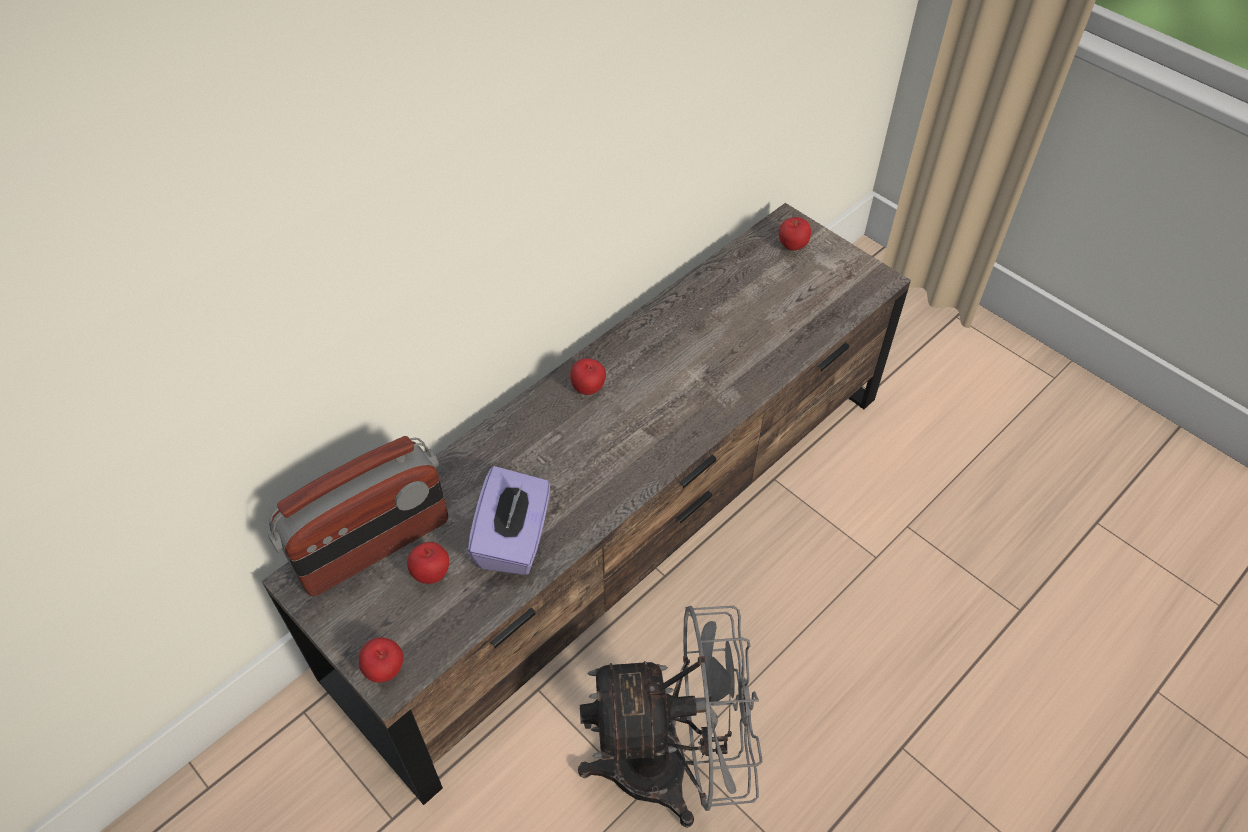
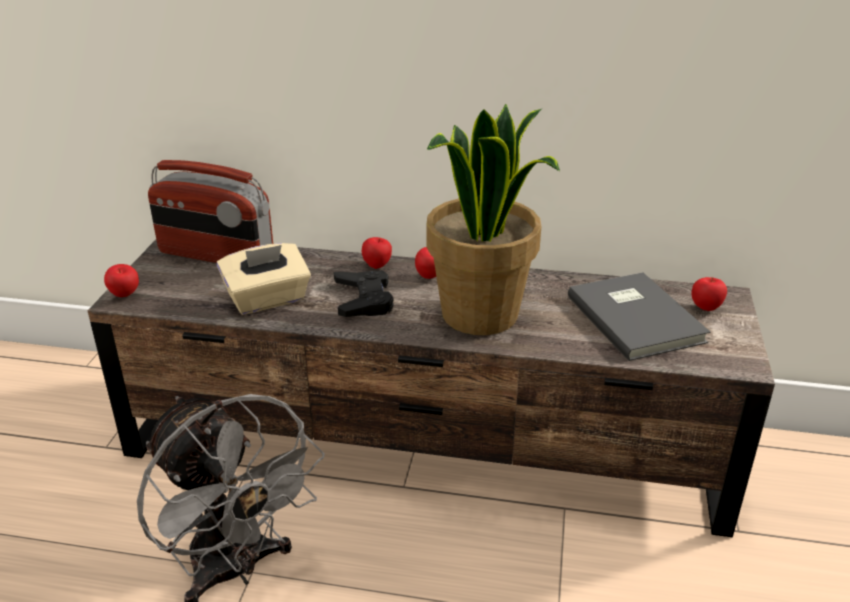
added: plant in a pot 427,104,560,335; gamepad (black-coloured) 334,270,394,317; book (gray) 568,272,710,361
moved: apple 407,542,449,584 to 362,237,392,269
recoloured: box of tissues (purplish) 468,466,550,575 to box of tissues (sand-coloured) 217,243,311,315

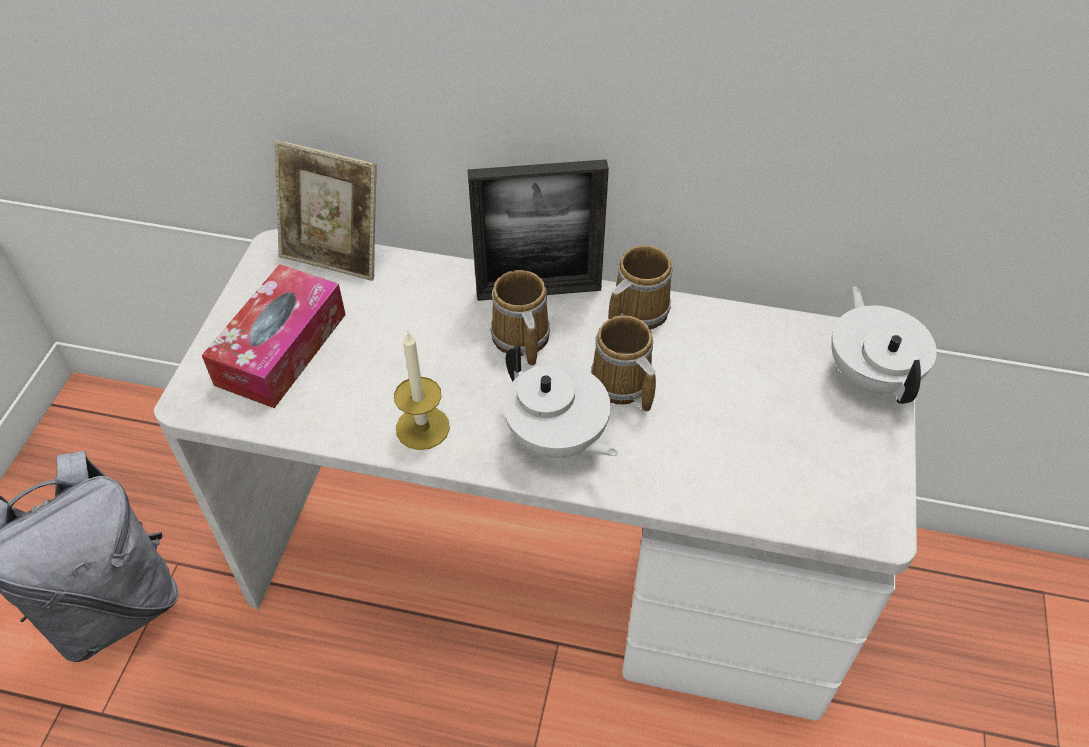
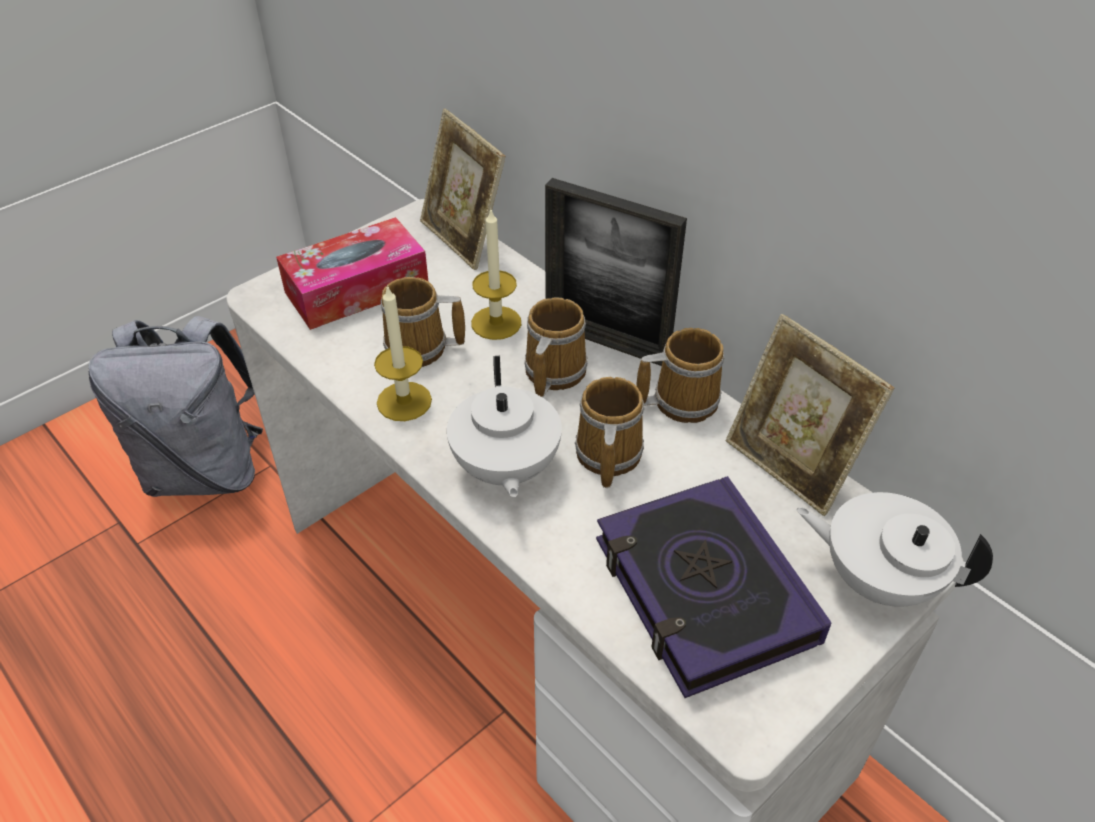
added: wax light 471,210,521,340; mug 380,277,465,367; picture frame 726,314,894,516; book 596,476,832,698
turned: teapot (white-coloured) 831,286,937,404 = 797,492,993,607 90 degrees counterclockwise

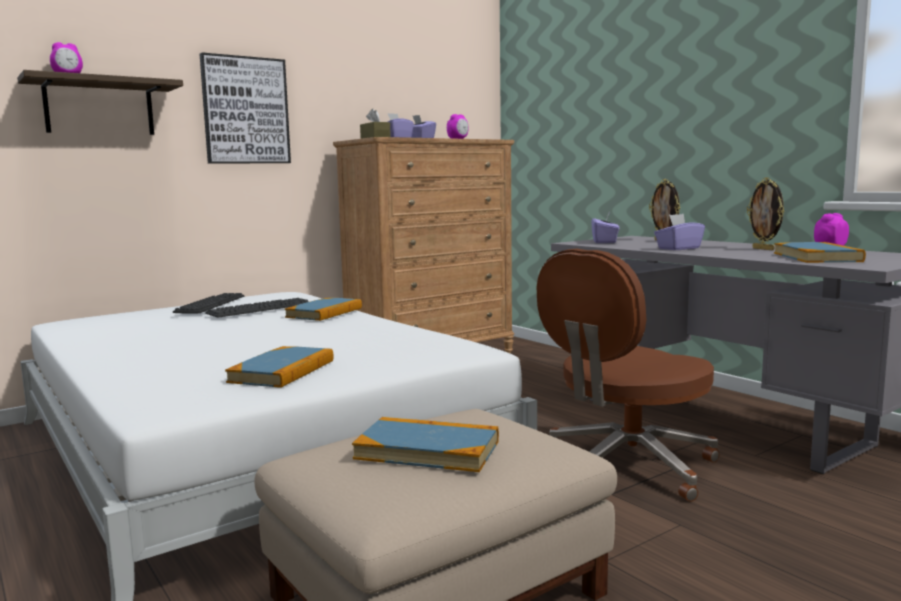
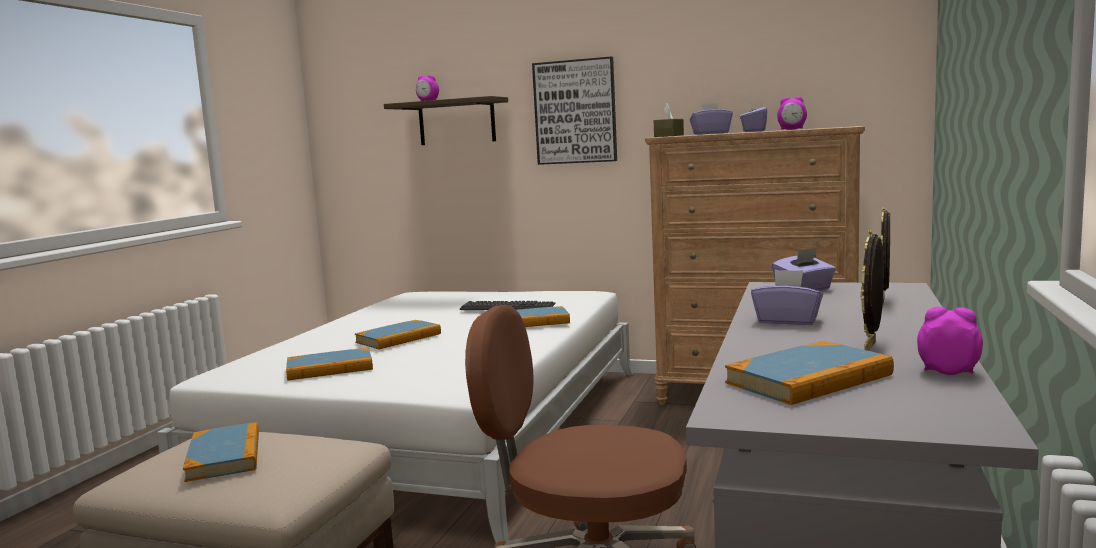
removed: PC keyboard 173,293,244,313
added: book 355,320,441,349

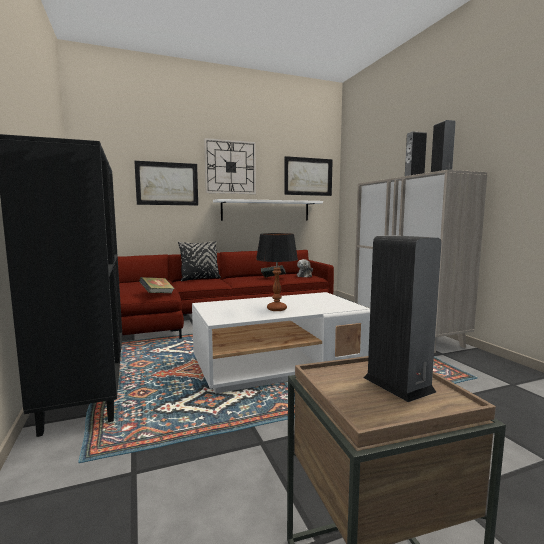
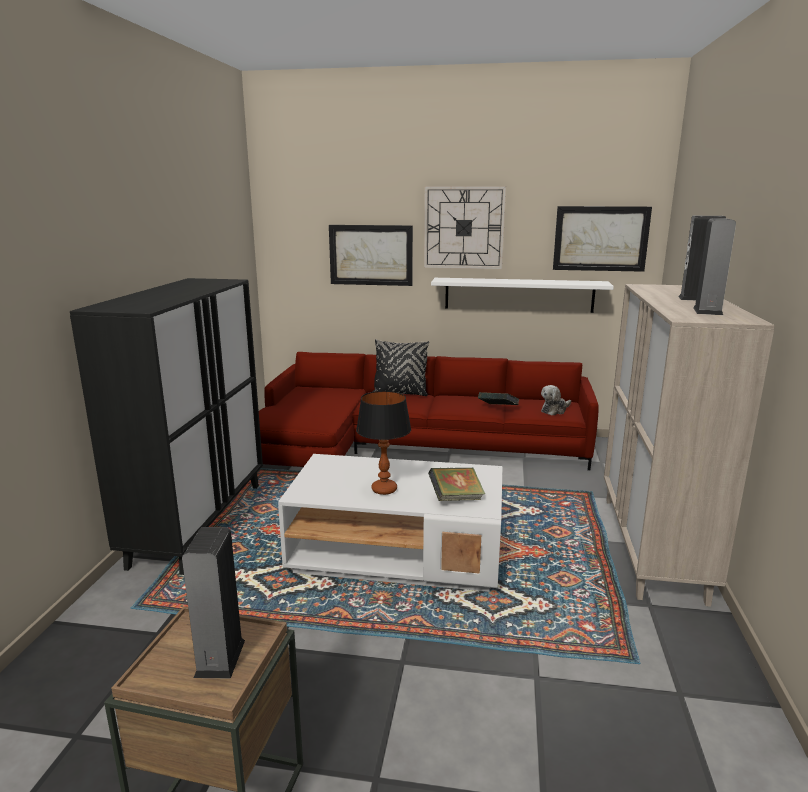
moved: book 139,277,175,293 to 428,467,485,501

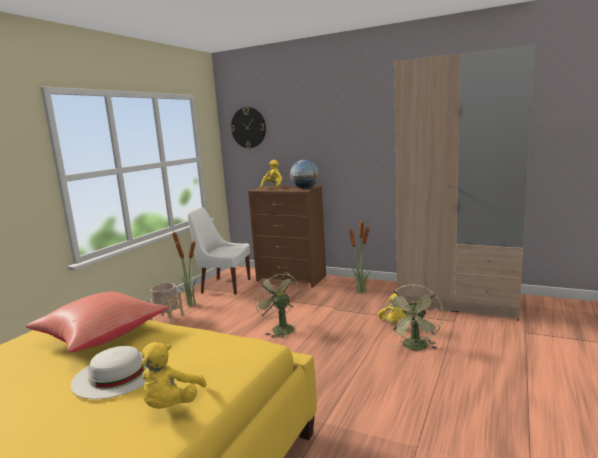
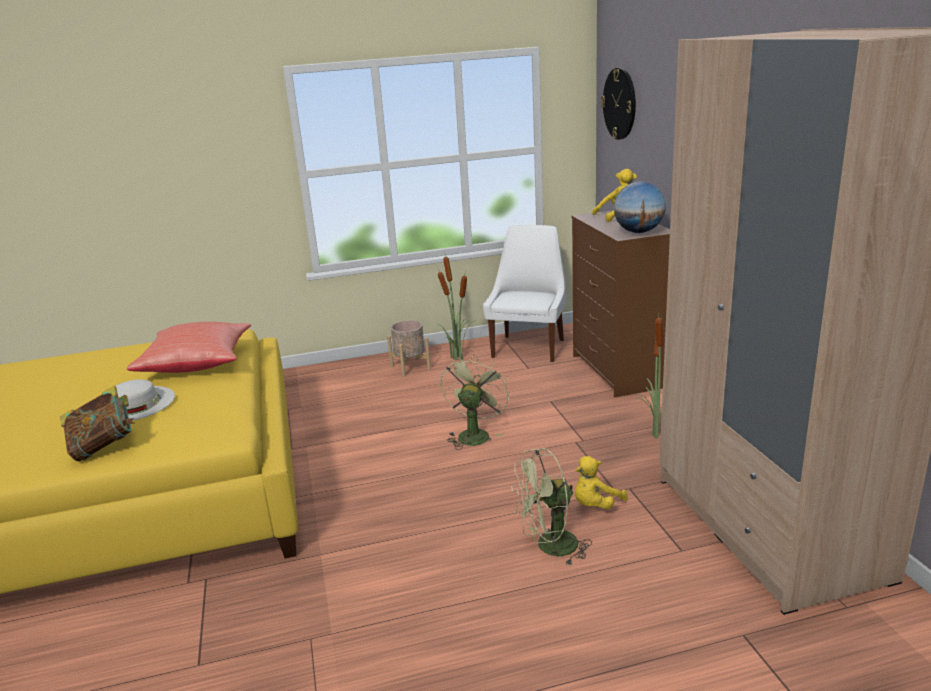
replaced: soft toy (yellowish) 141,342,207,409 to book 60,386,135,461
turned: plain chair (white-coloured) 188,207,251,295 = 483,225,566,362 45 degrees clockwise

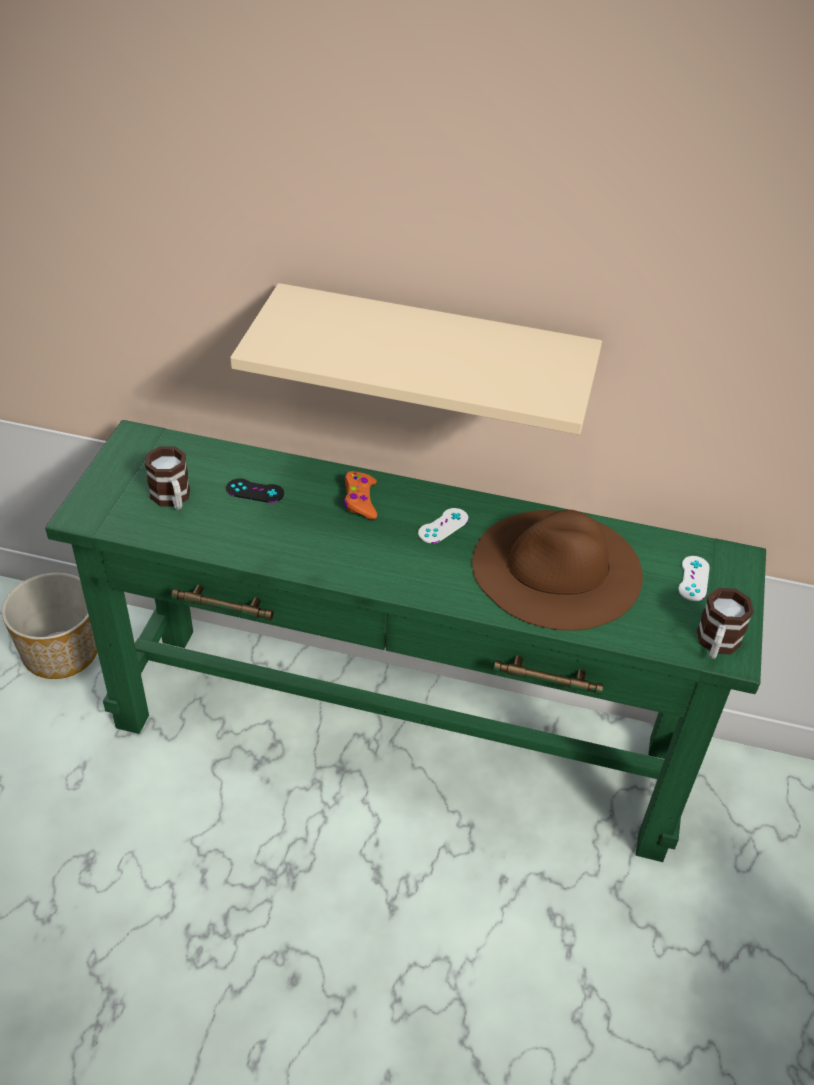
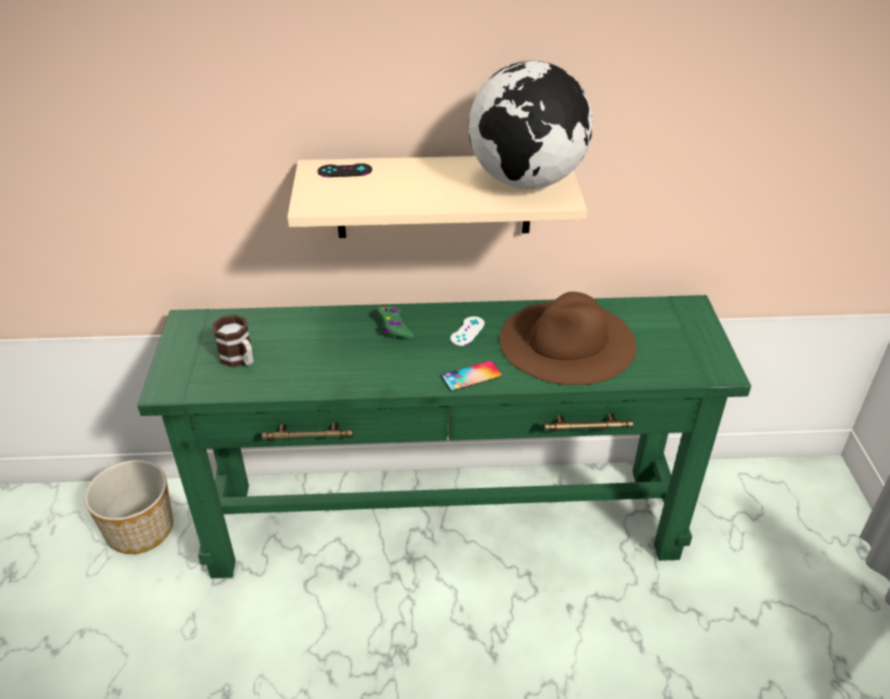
removed: gamepad (white-coloured) 678,556,710,601; mug 697,588,754,659
added: world globe 468,61,593,189; phone 441,360,502,392
moved: gamepad (black-coloured) 226,478,284,503 to 318,163,372,177
recoloured: gamepad (orange) 344,471,377,519 to gamepad (green) 377,306,414,339

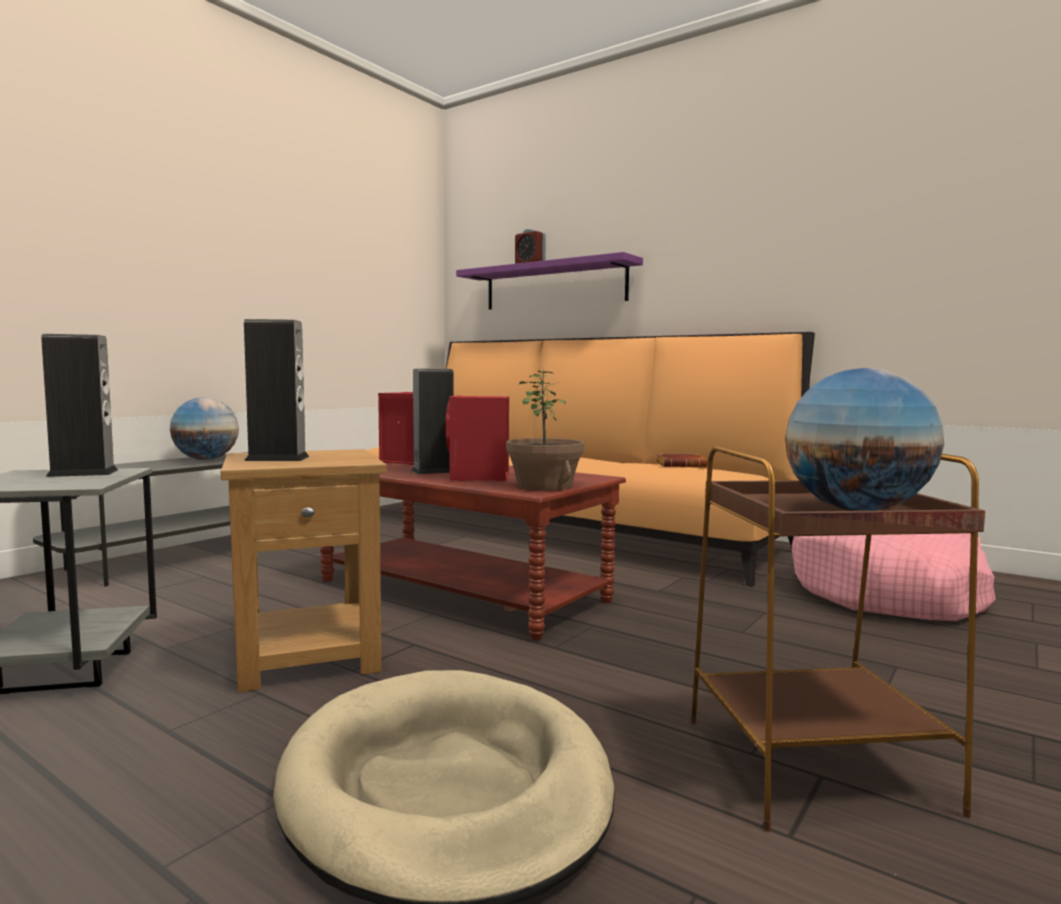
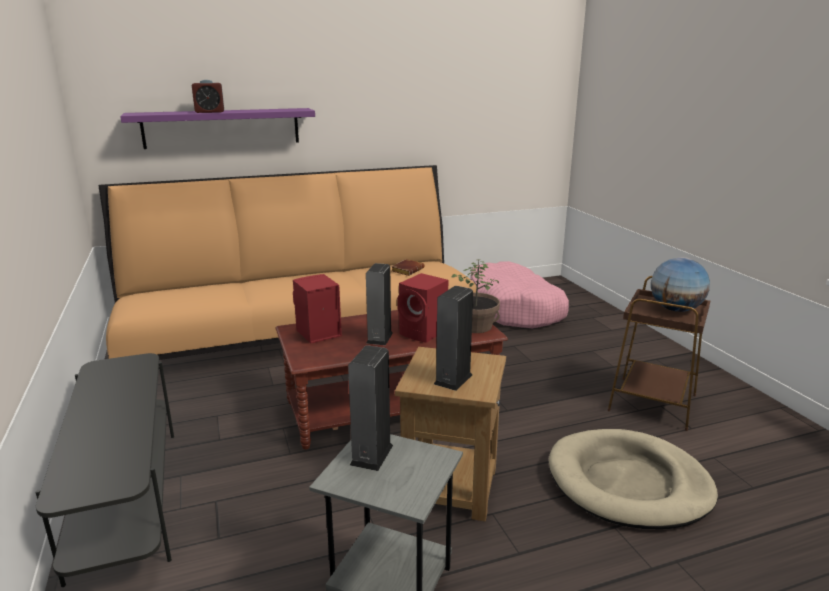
removed: world globe 170,397,239,460

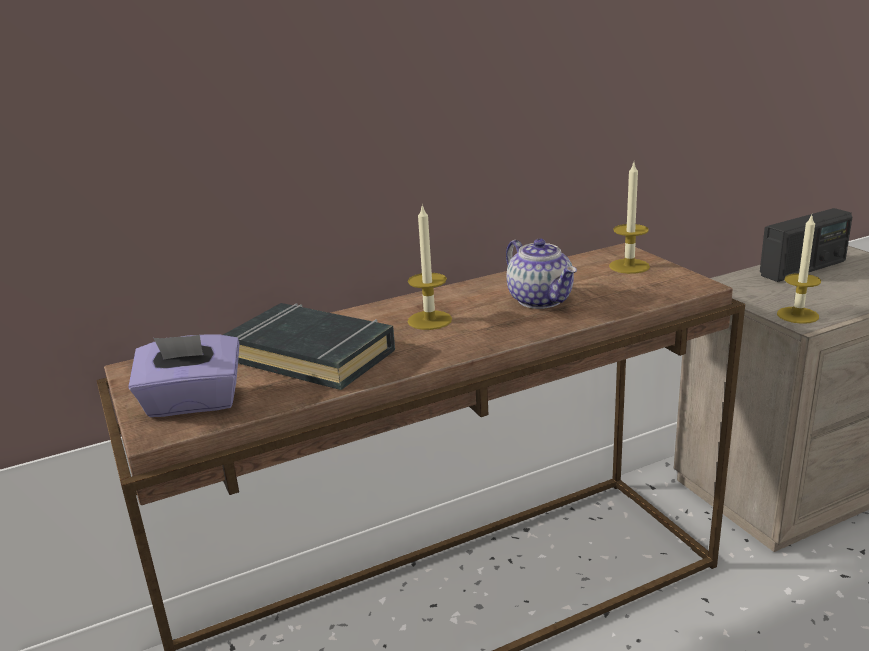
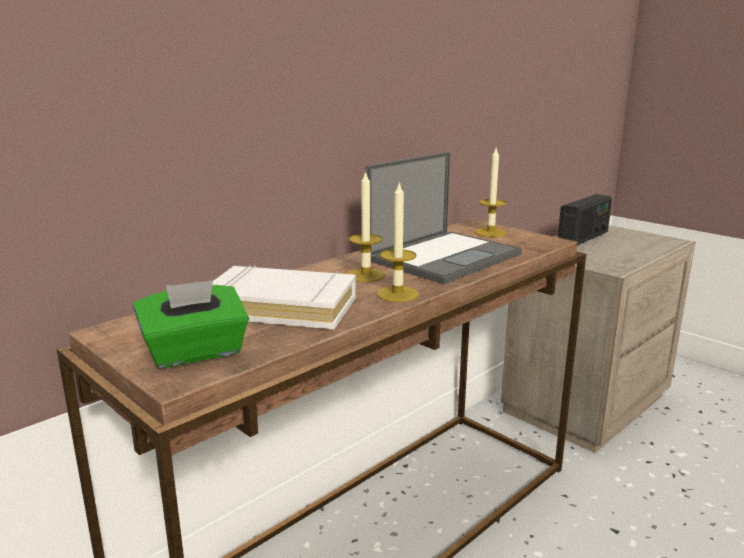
moved: wax light 777,215,821,324 to 377,181,419,302
replaced: teapot 506,239,577,309 to notebook computer 366,152,522,284
recoloured: book (black-coloured) 223,303,395,390 to book (white-coloured) 213,265,356,329; box of tissues (purplish) 129,335,240,417 to box of tissues (green) 133,280,249,368

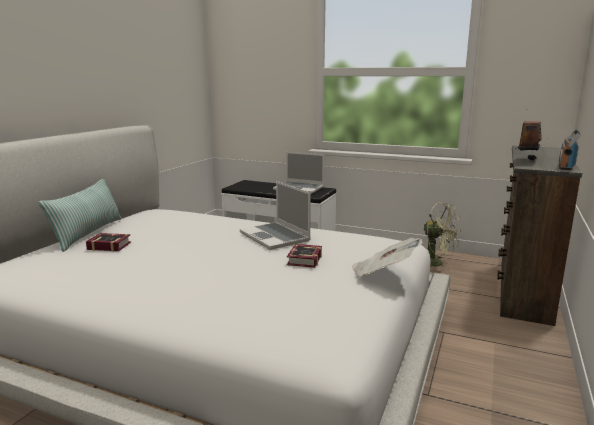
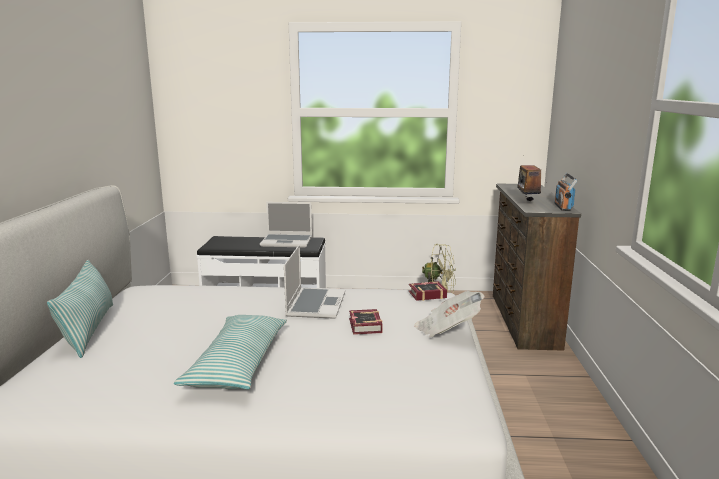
added: cushion 174,315,287,389
moved: book 86,233,131,252 to 409,281,447,301
turned: notebook computer 240,181,311,250 = 284,245,345,319 120 degrees counterclockwise

